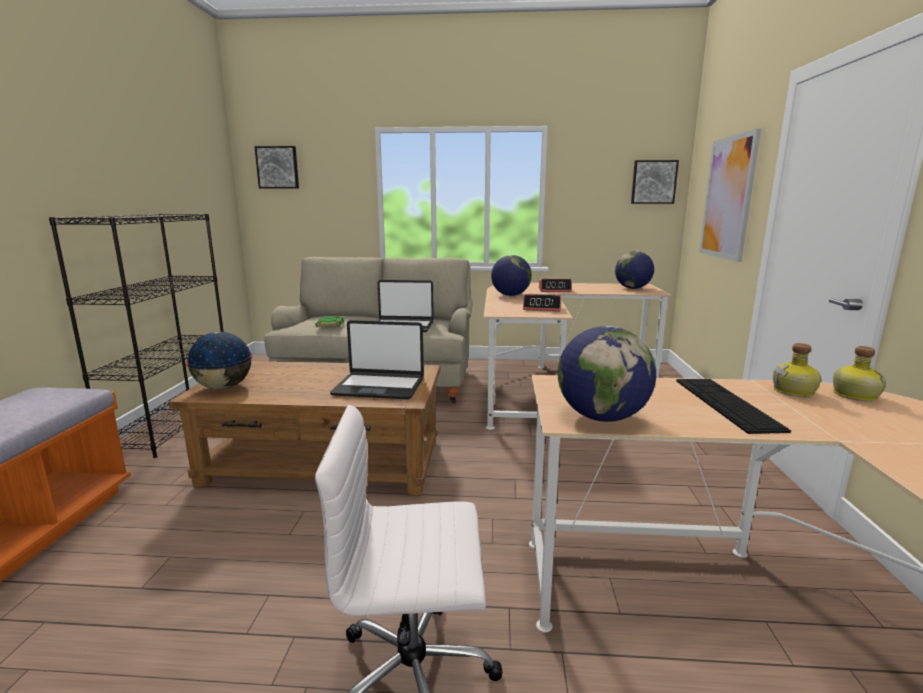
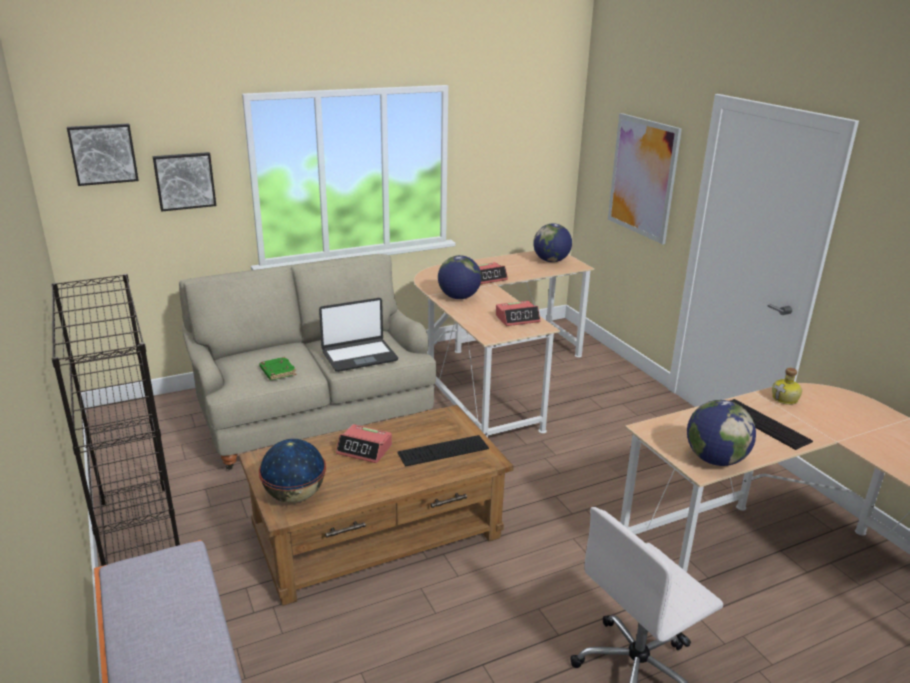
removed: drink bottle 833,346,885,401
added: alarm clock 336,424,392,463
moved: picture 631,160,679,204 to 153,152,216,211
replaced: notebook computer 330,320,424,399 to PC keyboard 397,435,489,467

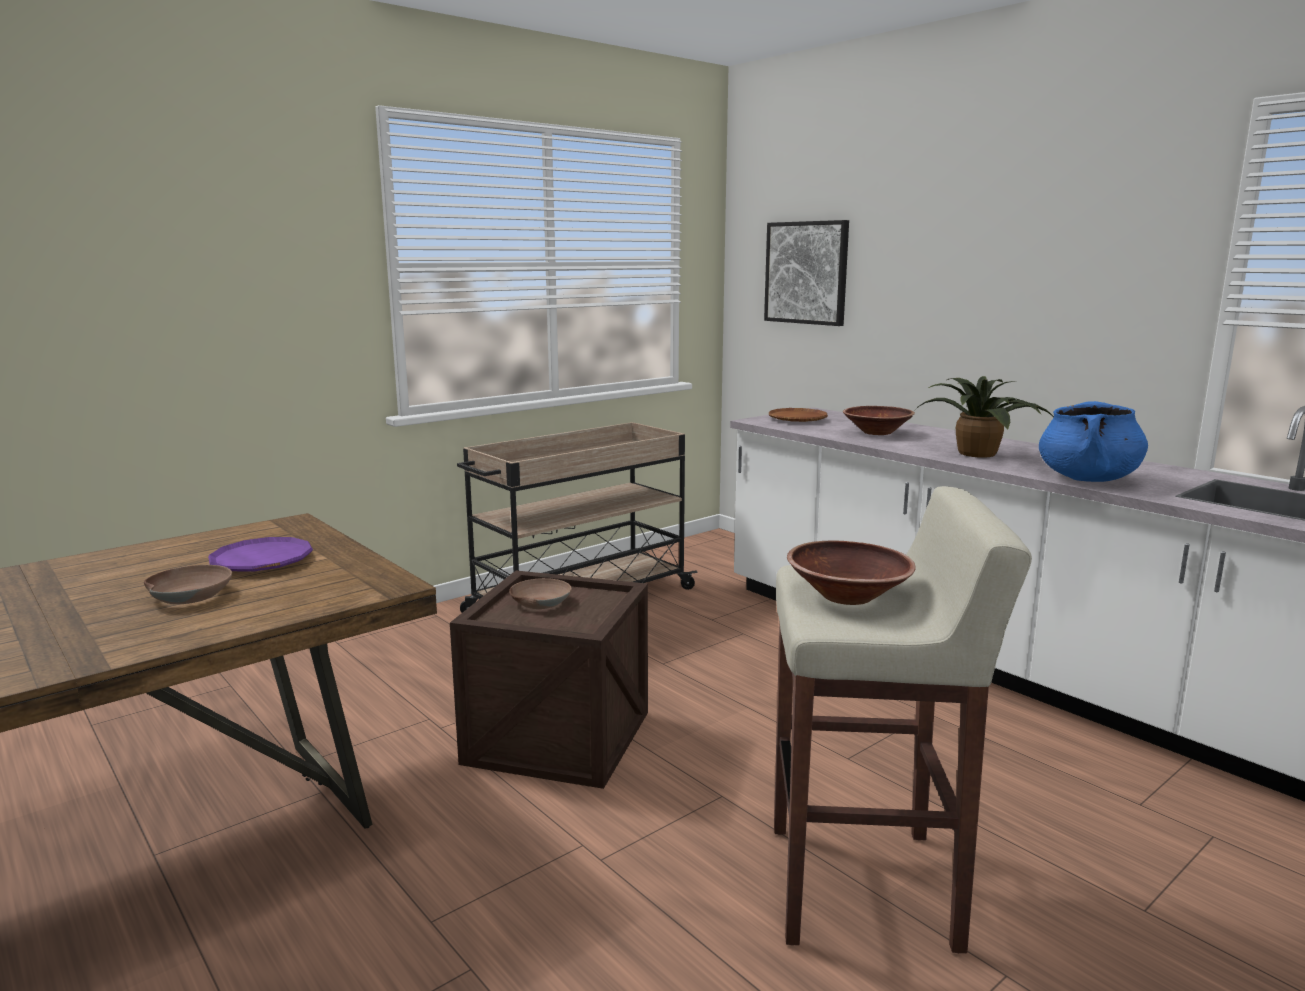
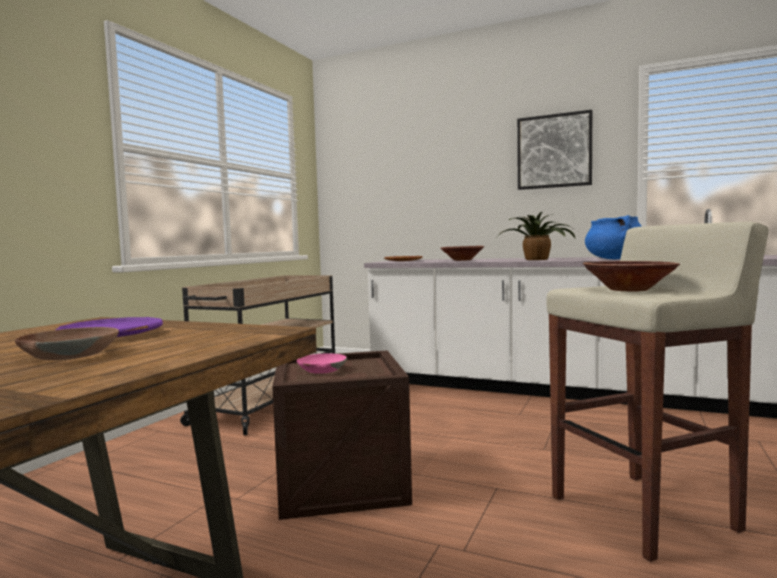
moved: picture 764,220,849,326 to 517,110,592,190
recoloured: serving bowl (brown-coloured) 509,578,572,609 to serving bowl (pink-coloured) 297,353,347,374

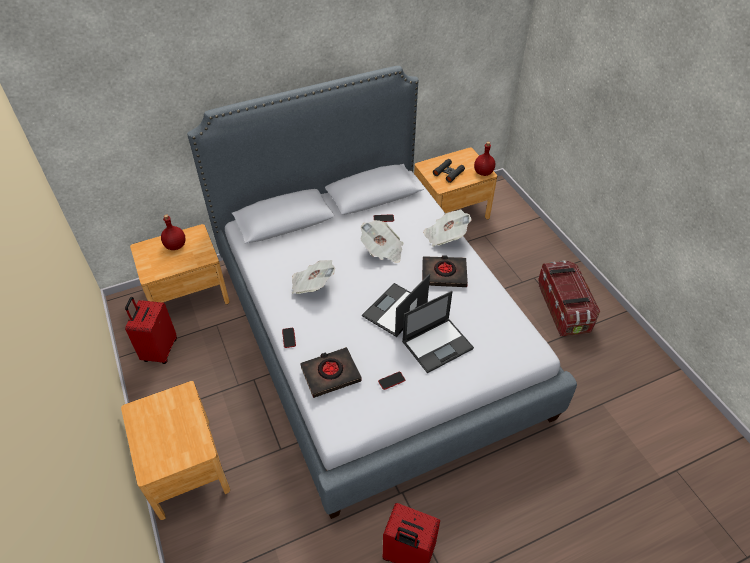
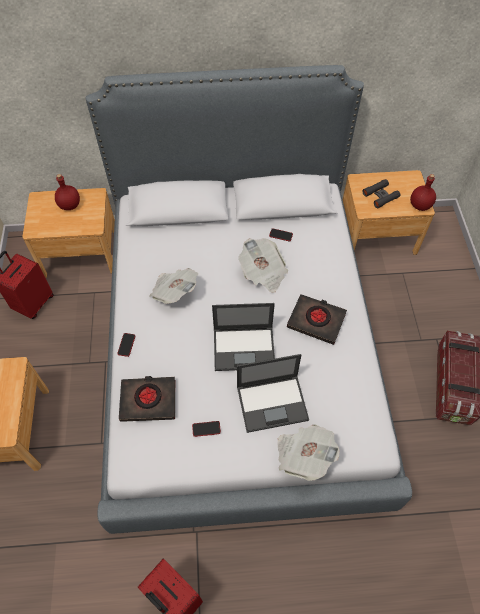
moved: printed paper 423,210,472,247 to 278,424,340,481
turned: notebook computer 362,274,430,337 = 212,303,275,371 150 degrees counterclockwise

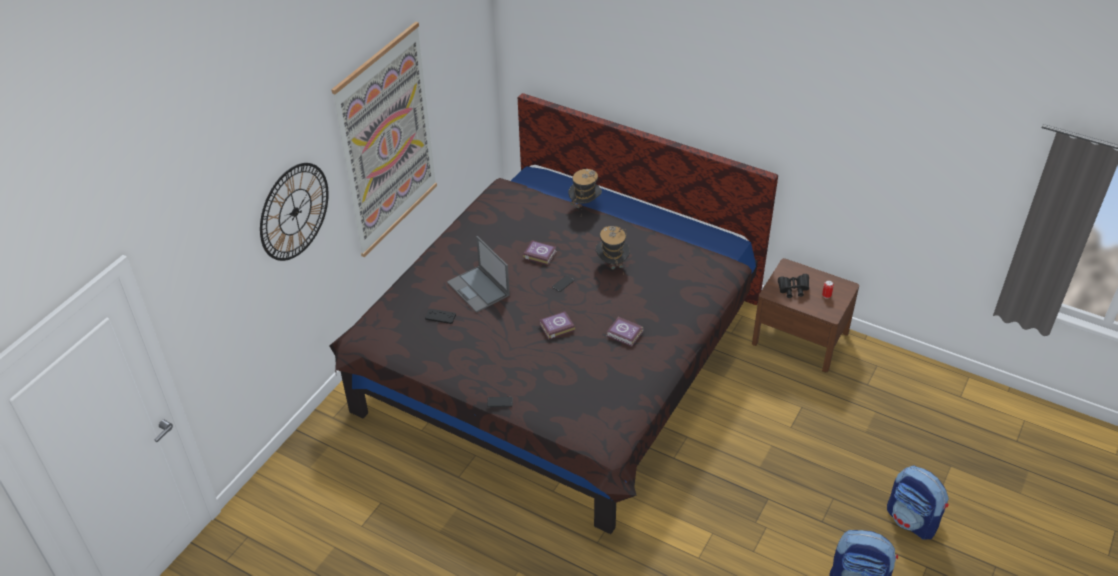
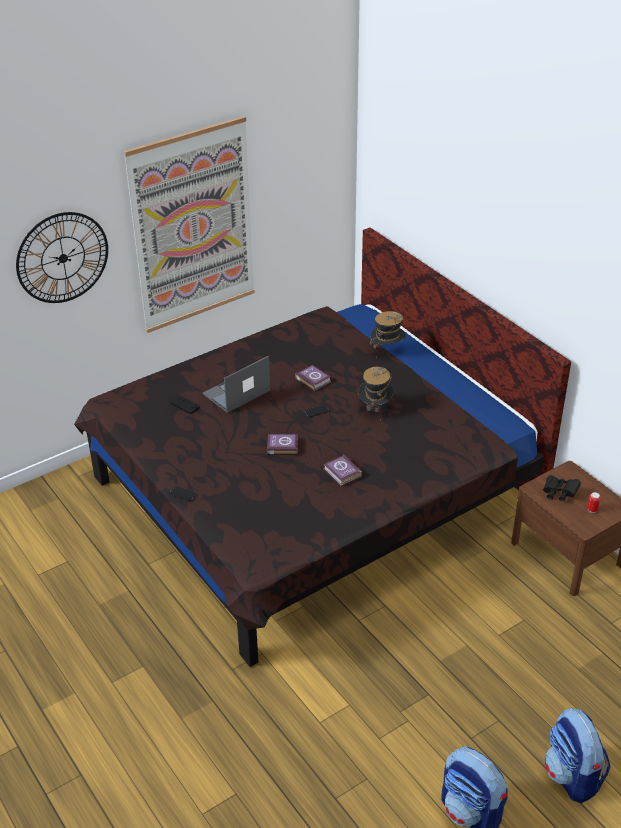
turned: notebook computer 447,236,510,313 = 203,356,270,413 60 degrees clockwise

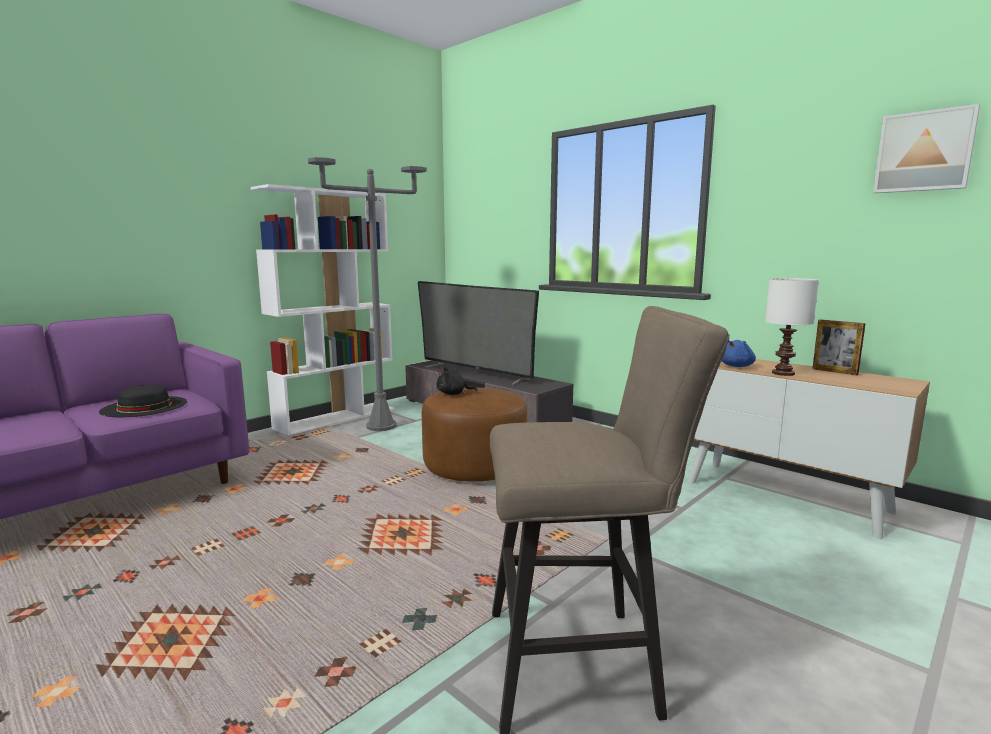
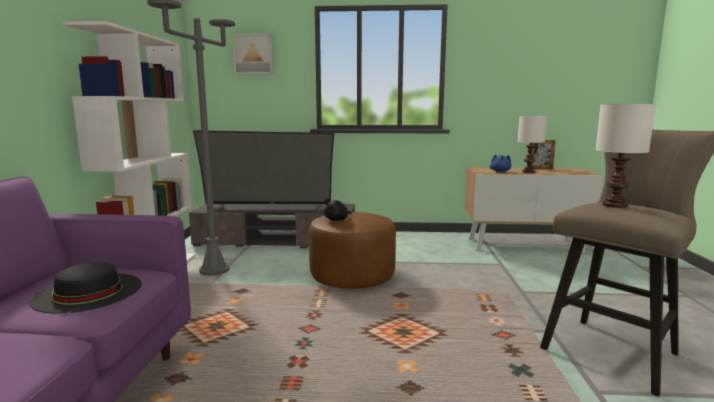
added: table lamp (white-coloured) 595,104,656,208
moved: picture 873,104,980,193 to 232,33,273,74

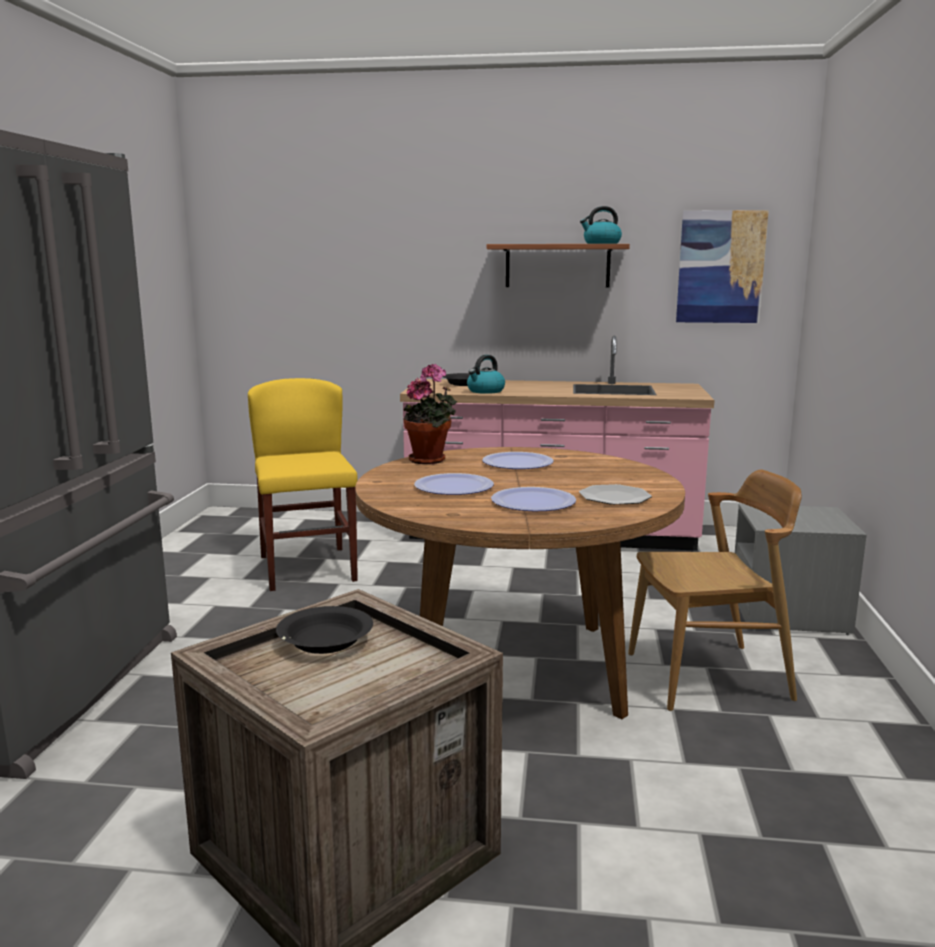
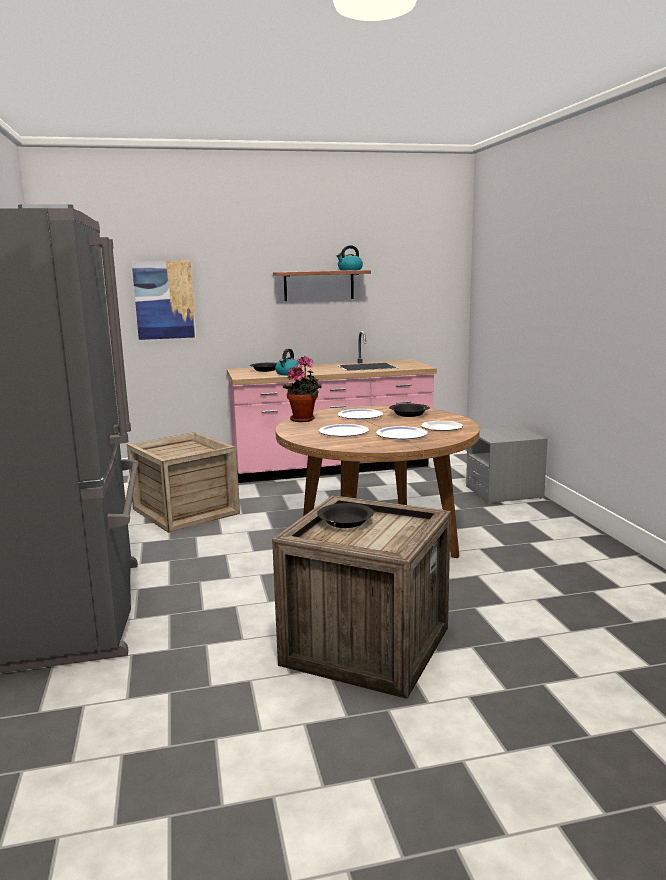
removed: plain chair (brown-coloured) 628,469,802,711
added: serving bowl (black-coloured) 389,404,430,417
moved: picture 676,210,769,323 to 132,261,196,340
replaced: plain chair (yellowish) 248,378,358,591 to crate 127,432,240,533

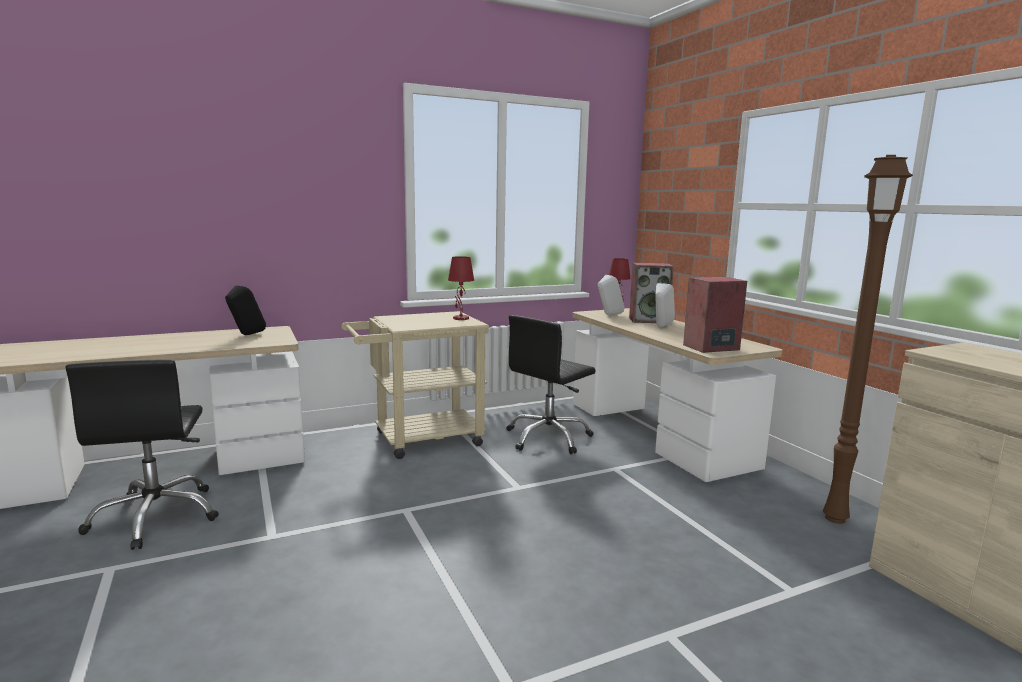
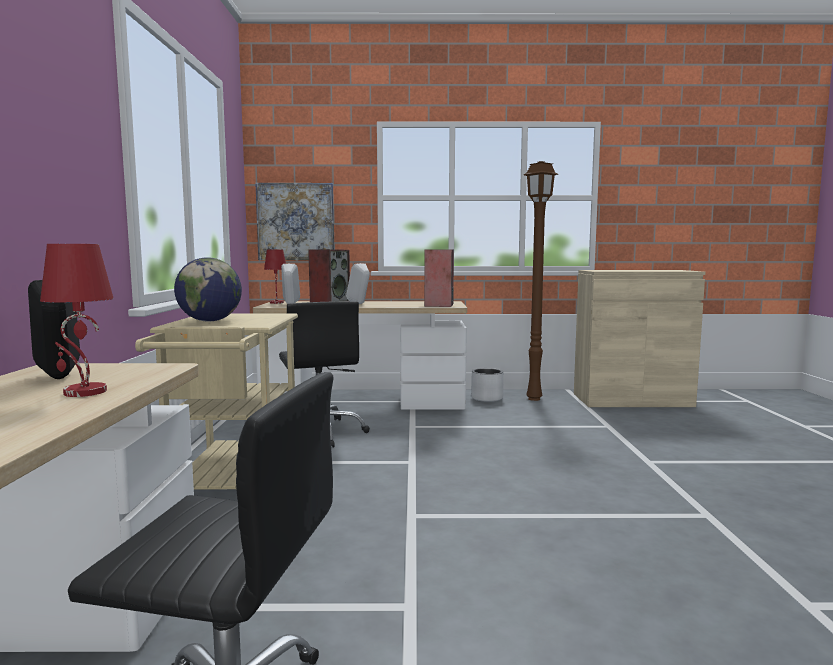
added: picture 255,183,334,260; world globe 174,257,242,322; plant pot (white-coloured) 471,368,503,402
moved: table lamp (red) 448,256,474,320 to 40,244,114,397

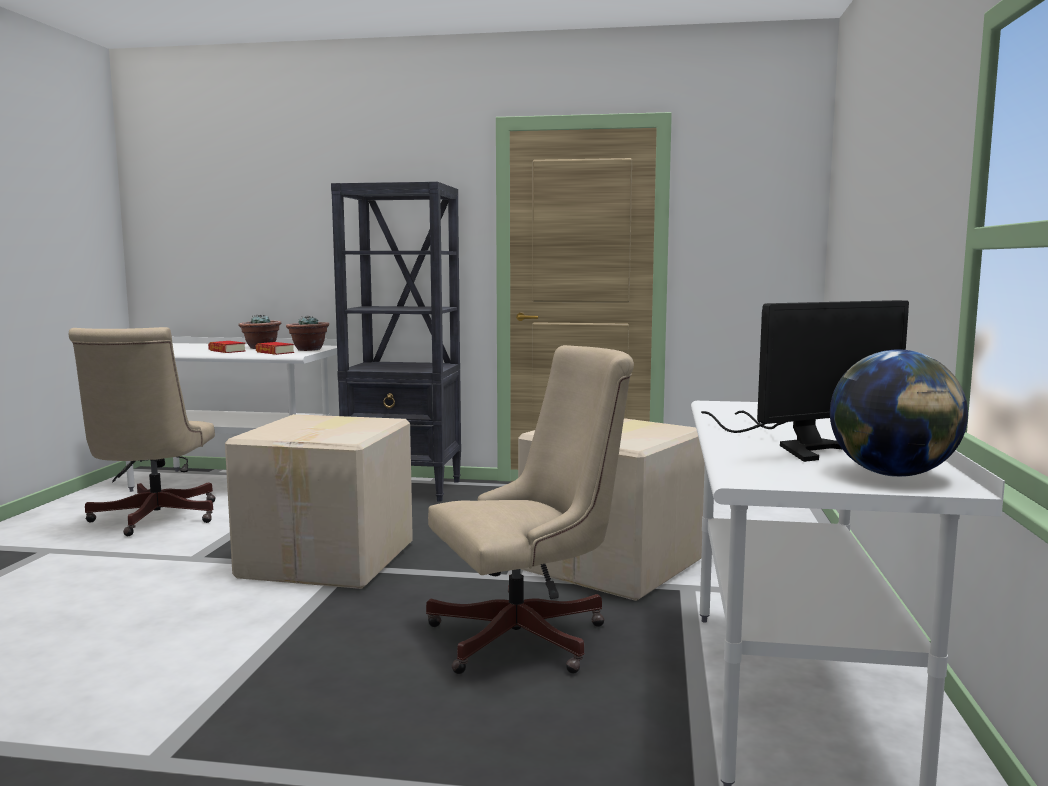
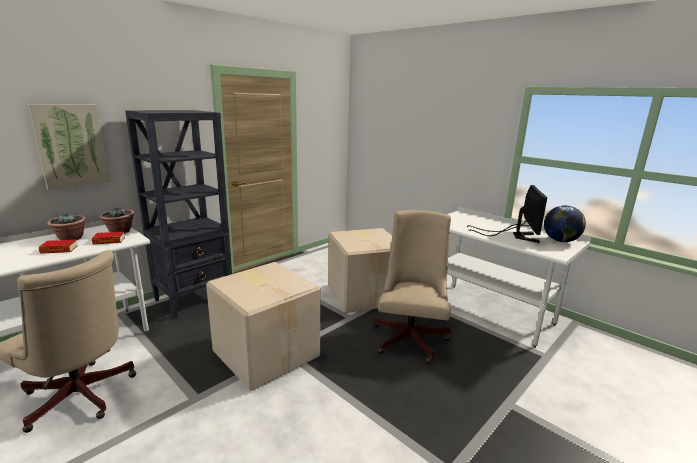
added: picture 28,104,110,190

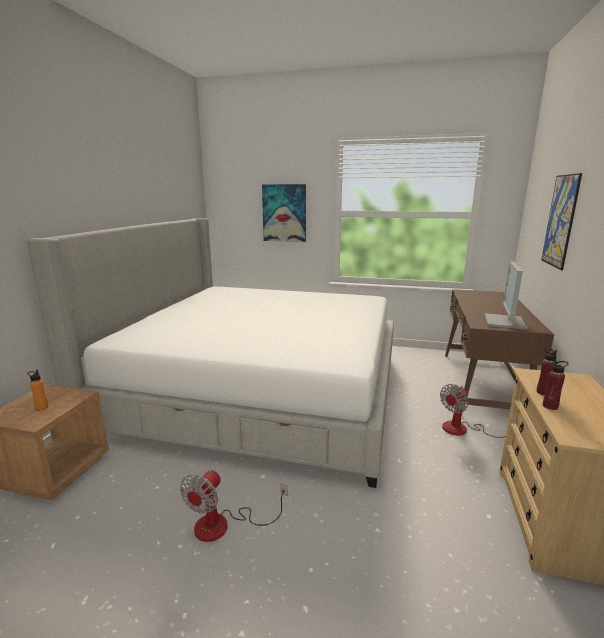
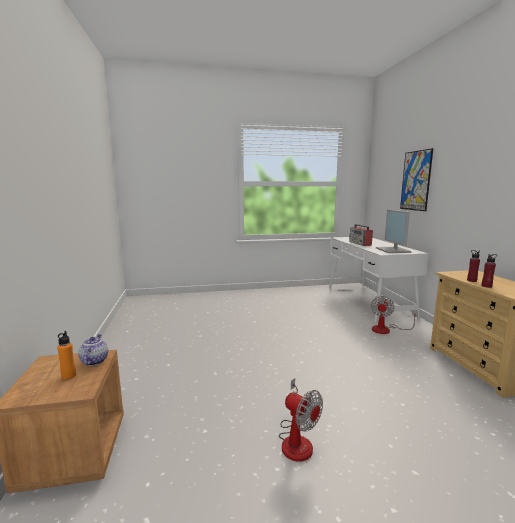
removed: picture 262,184,306,242; sleeping bed 27,218,394,488
added: radio 349,224,373,246; teapot 78,334,108,366
recoloured: desk unit (brown-coloured) 445,289,554,416 to desk unit (white-coloured) 329,237,429,322
turned: cooling fan 180,470,288,542 = 279,378,323,462 45 degrees counterclockwise

